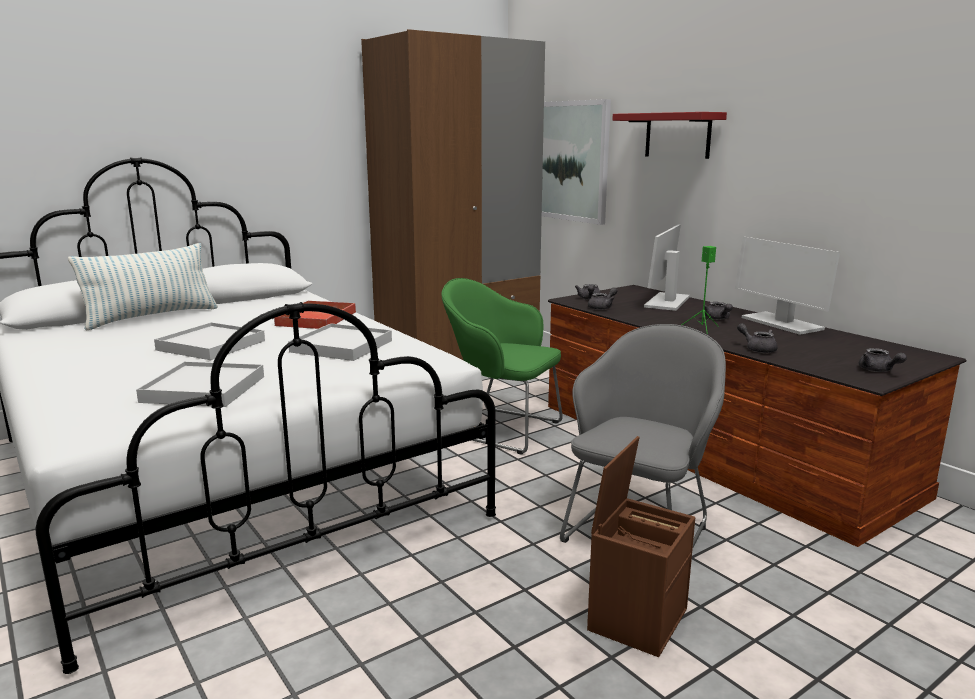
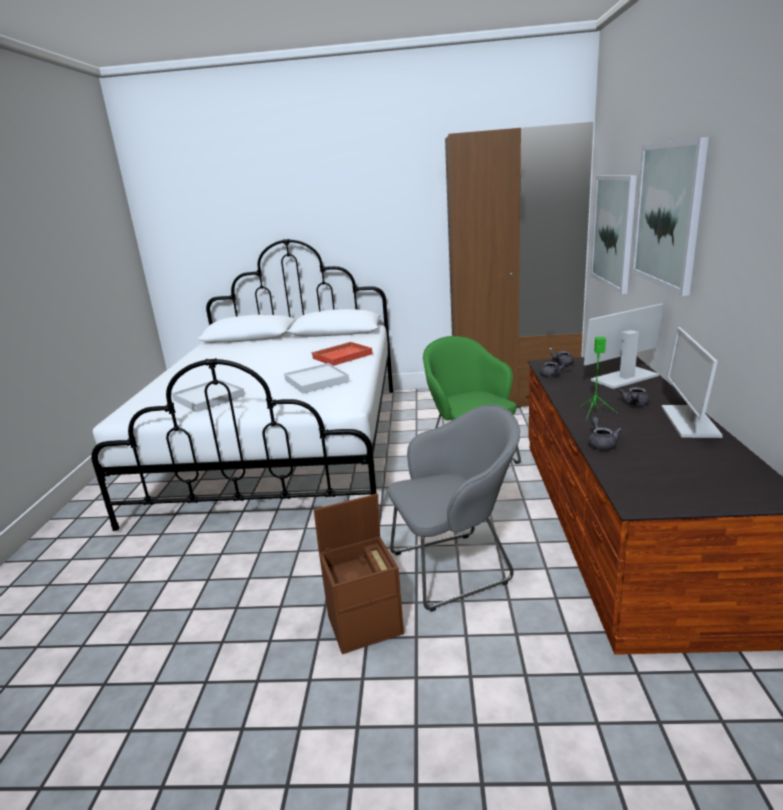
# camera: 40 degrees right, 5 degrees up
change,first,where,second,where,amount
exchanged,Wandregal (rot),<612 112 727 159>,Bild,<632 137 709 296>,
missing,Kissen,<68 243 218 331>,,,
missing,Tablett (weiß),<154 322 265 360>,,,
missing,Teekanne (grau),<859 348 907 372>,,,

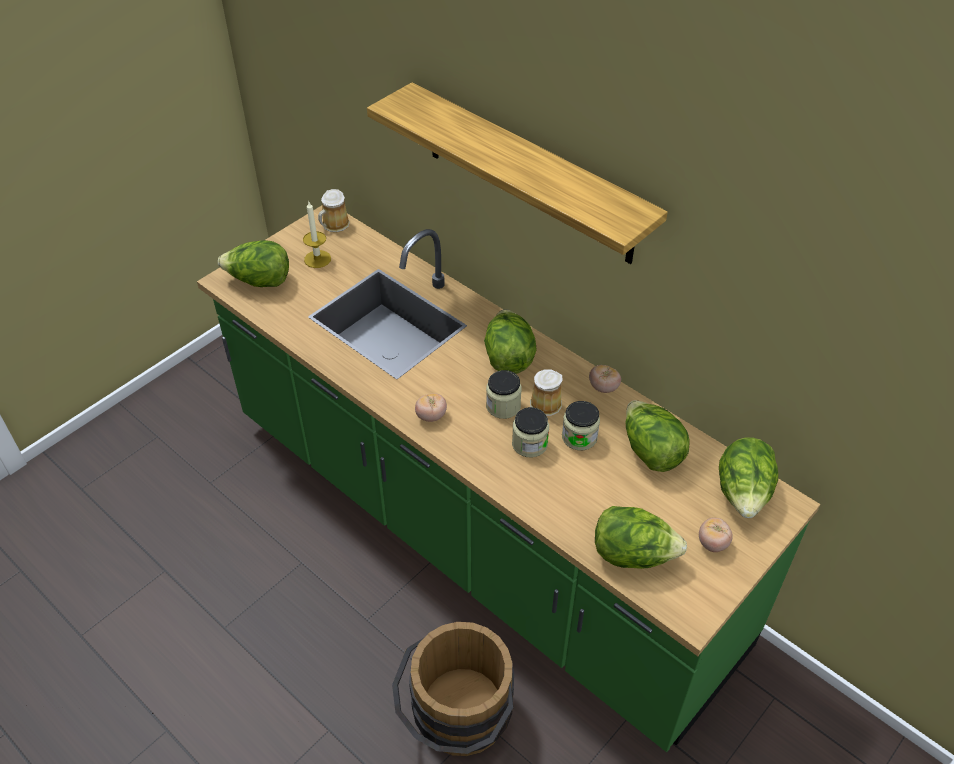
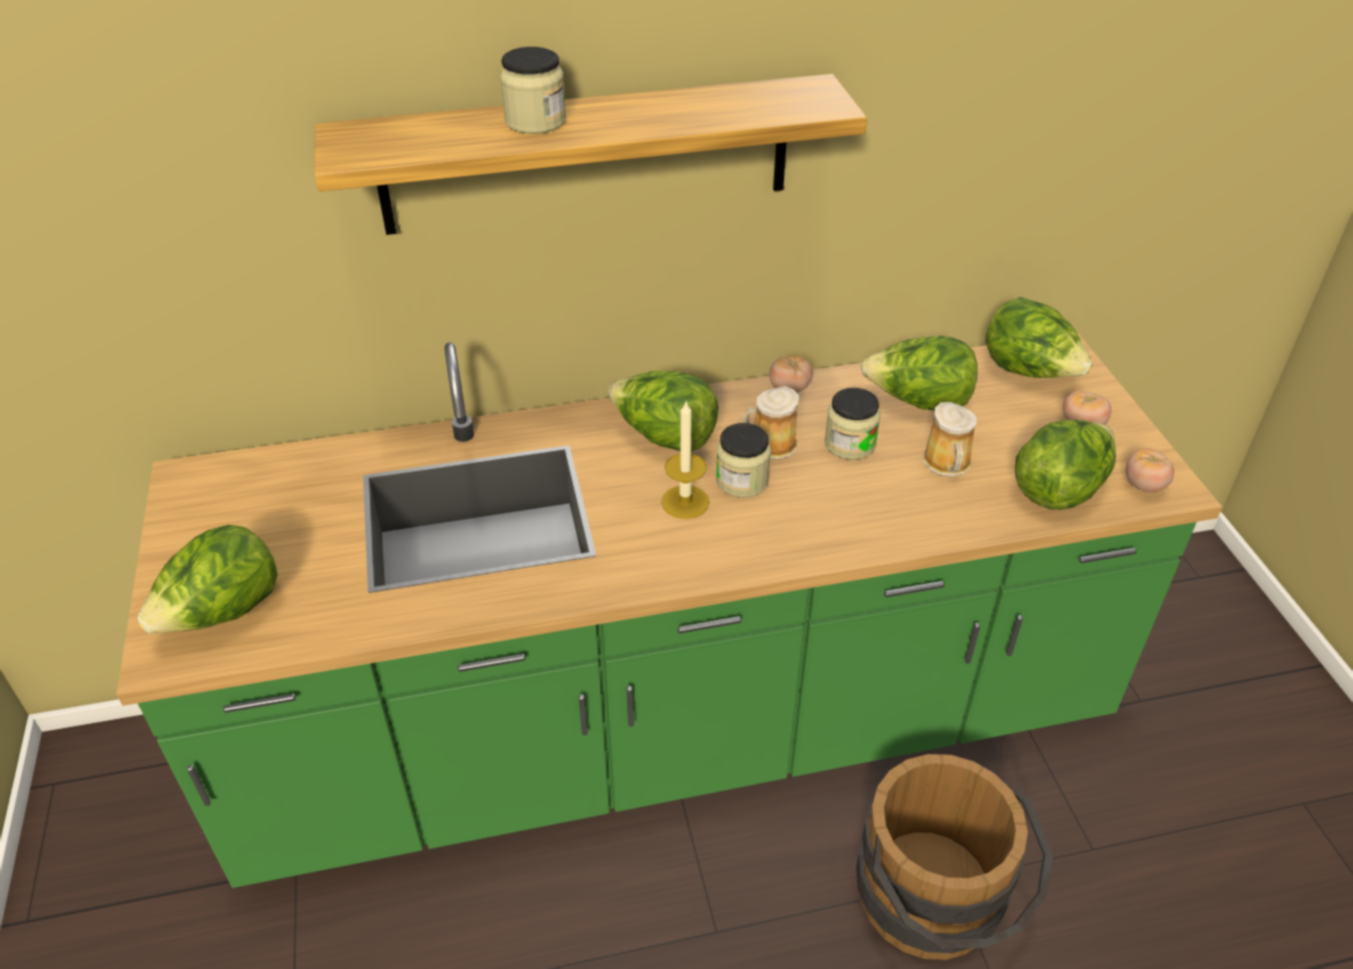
# camera: 55 degrees left, 5 degrees down
change,first,where,second,where,amount
relocated,Henkelbecher,<318 189 350 232>,,<923 402 977 477>,
relocated,Kerze,<303 202 331 268>,,<661 402 709 519>,
relocated,Tomate,<415 393 447 422>,,<1126 448 1174 493>,
relocated,Vorratsglas,<512 407 549 457>,,<500 47 566 134>,

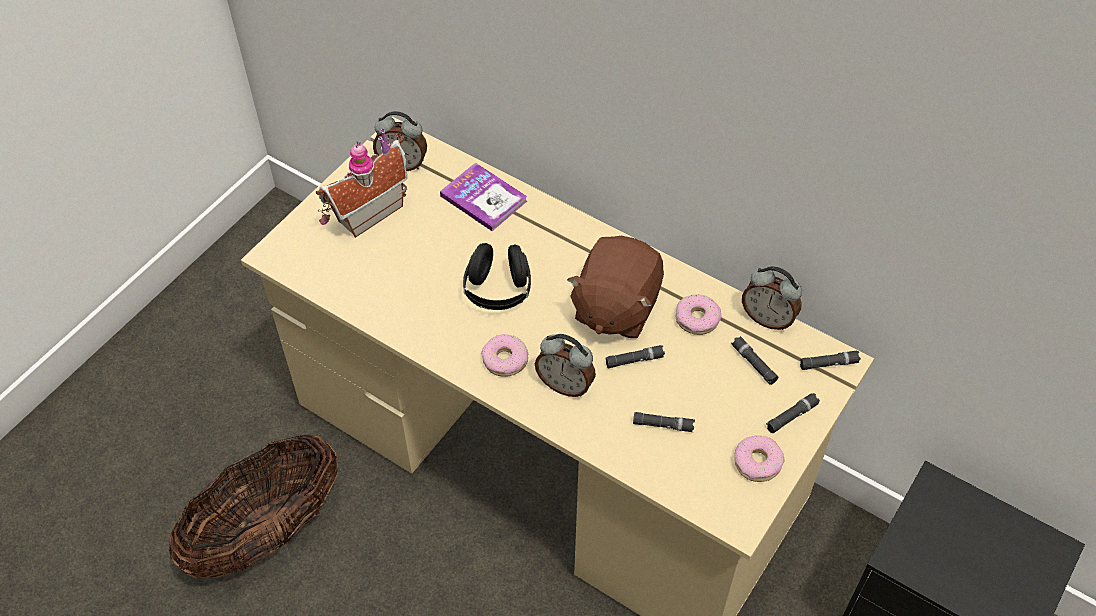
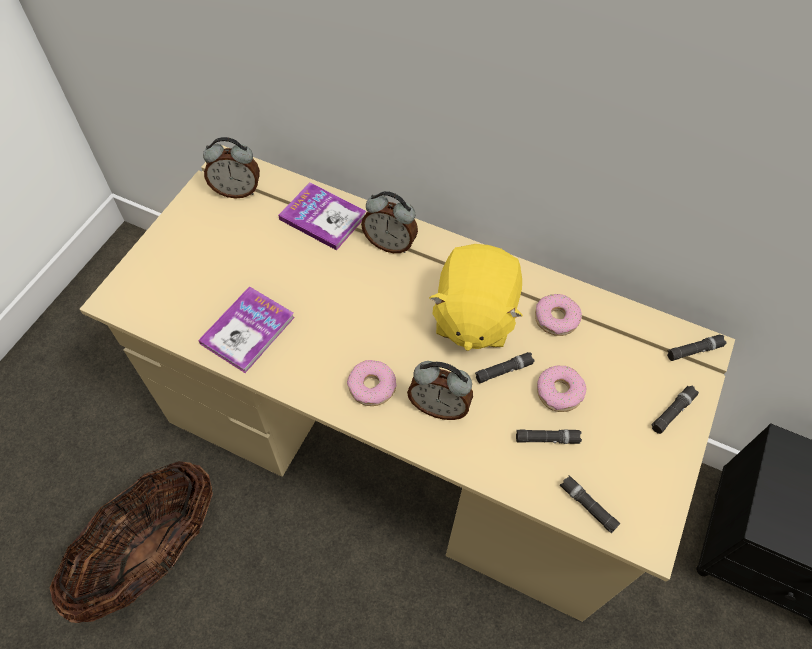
# camera: 10 degrees left, 5 degrees up
change,first,where,second,where,amount
missing,Spielzeughaus,<316 128 407 238>,,,
colour,Plüschtier (braun),<567 236 664 338>,Plüschtier (gelb),<429 244 523 351>,
missing,Kopfhörer (schwarz),<463 243 531 310>,,,
relocated,Wecker,<742 266 802 330>,,<361 191 418 253>,
relocated,Taschenlampe (schwarz),<731 336 779 385>,,<560 475 621 533>,
relocated,Donut,<735 435 785 482>,,<537 365 586 412>,
appeared,,,Buch,<198 286 295 373>,

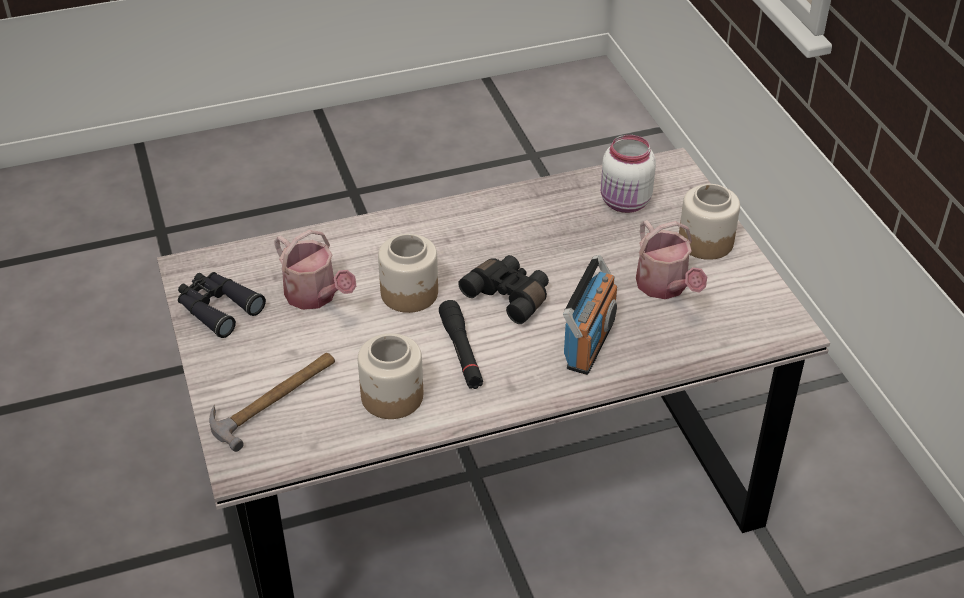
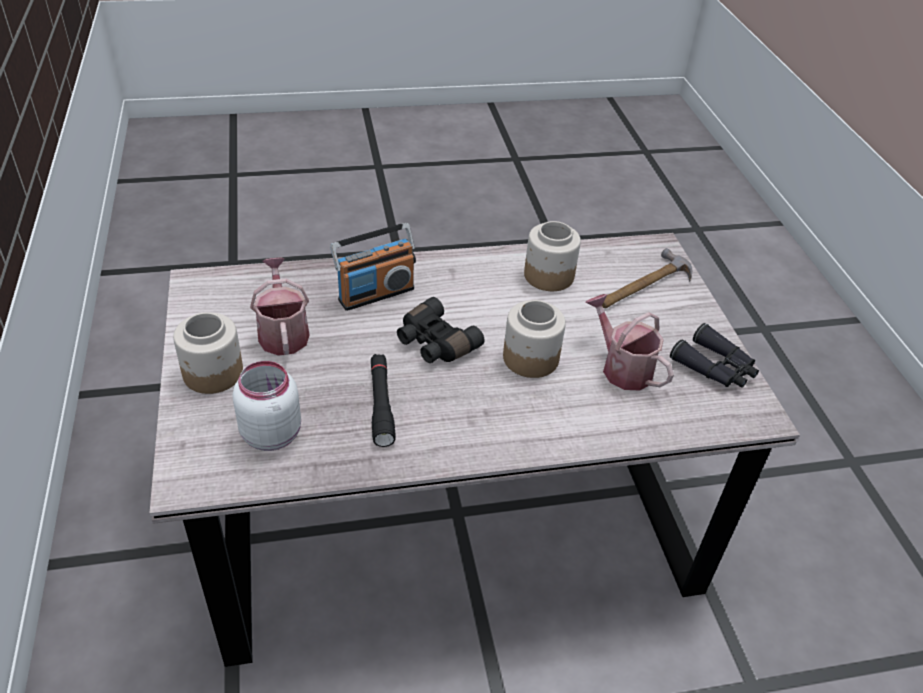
# camera: 175 degrees left, 0 degrees up
change,first,where,second,where,amount
spun,Radio,<563 255 617 375>,,<330 223 416 311>,150 degrees counterclockwise
relocated,Taschenlampe (schwarz),<439 300 483 389>,,<371 354 396 447>,

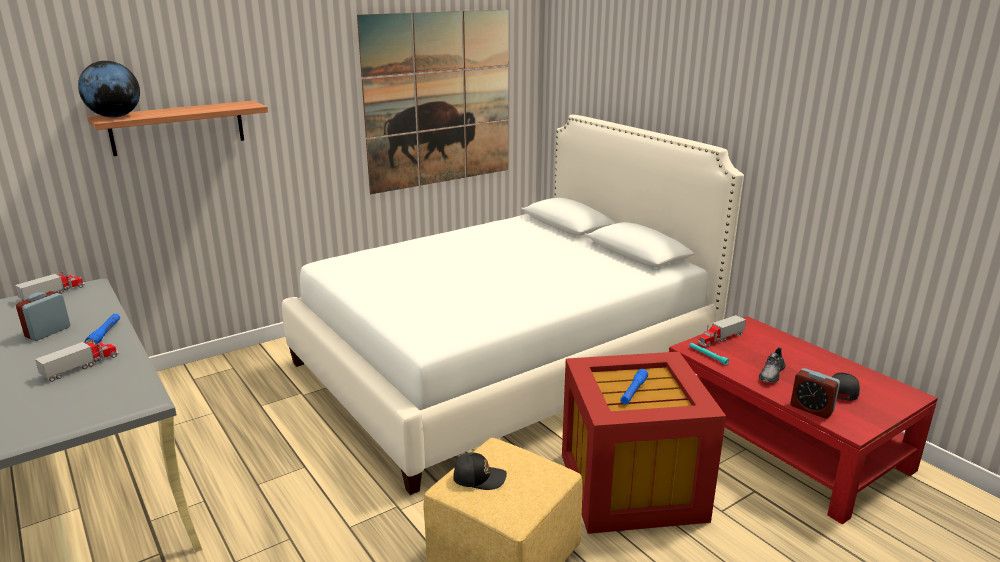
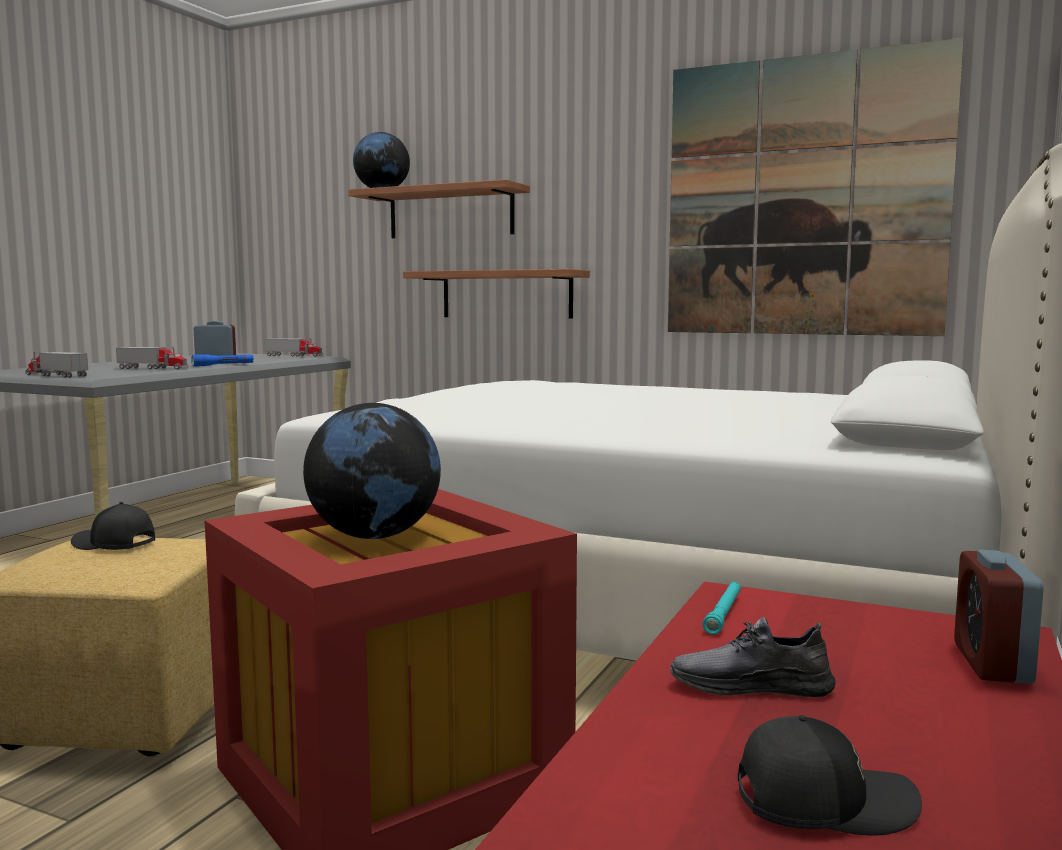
# camera: 60 degrees right, 15 degrees down
change,first,where,second,where,amount
relocated,Spielzeuglaster,<698 315 746 347>,,<25 351 88 378>,
relocated,Wecker,<791 368 840 418>,,<954 550 1044 684>,
exchanged,Taschenlampe (blau),<620 369 648 405>,Globus,<303 403 441 539>,
spun,Kappe (schwarz),<453 452 507 490>,,<71 502 155 550>,135 degrees clockwise
appeared,,,Wandregal,<403 269 590 318>,

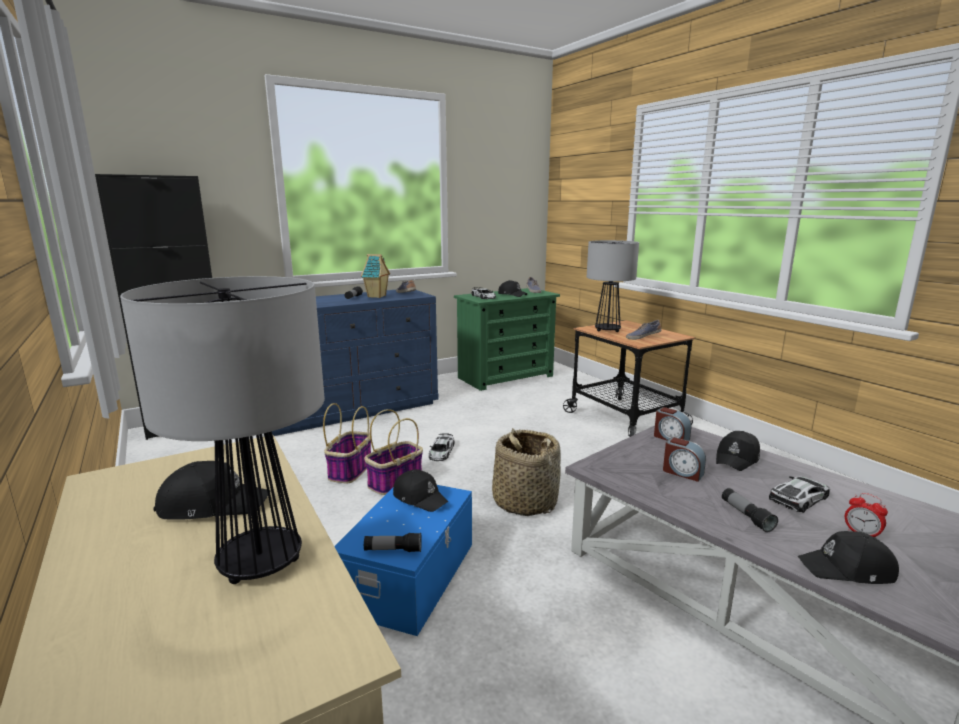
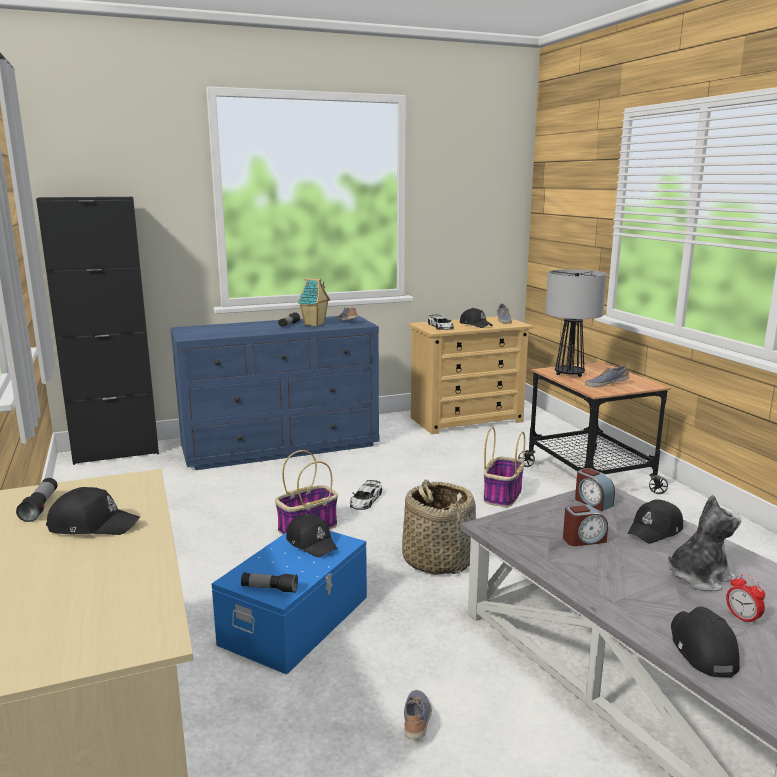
# camera: 10 degrees right, 0 degrees up
change,first,where,second,where,amount
missing,Tischlampe,<120 276 325 584>,,,
colour,Kommode (grün),<454 288 560 391>,Kommode (beige),<408 316 533 434>,
relocated,Korb,<323 403 371 484>,,<484 427 525 507>,
spun,Wecker,<663 437 706 482>,,<563 504 608 546>,60 degrees counterclockwise
exchanged,Spielzeugauto,<769 476 830 513>,Plüschtier,<668 495 741 591>,
relocated,Taschenlampe,<722 488 778 533>,,<16 478 58 522>,
spun,Kappe (schwarz),<798 531 899 584>,,<671 606 740 678>,75 degrees clockwise
appeared,,,Schuh,<404 690 432 739>,

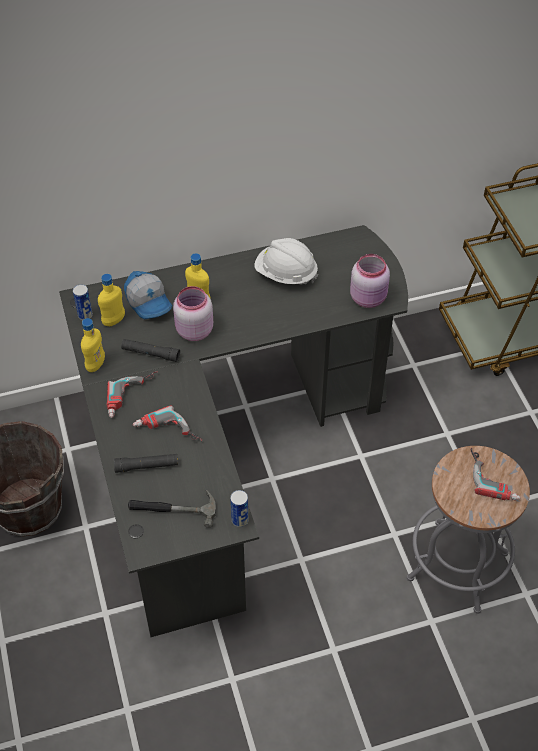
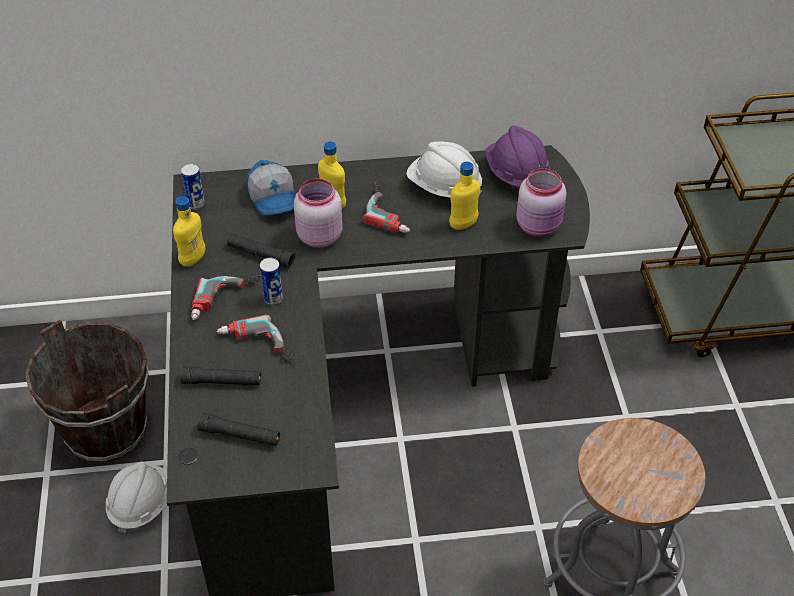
# camera: 10 degrees right, 5 degrees down
change,first,where,second,where,amount
relocated,Flasche (gelb),<98 274 125 326>,,<449 162 480 230>,
relocated,Bohrmaschine,<471 448 521 501>,,<363 181 410 233>,
exchanged,Hammer,<128 490 216 528>,Taschenlampe (schwarz),<197 413 280 446>,
relocated,Dose,<230 490 248 527>,,<260 258 283 305>,
appeared,,,Schutzhelm (lila),<486 126 550 191>,
appeared,,,Schutzhelm (weiß),<106 462 167 535>,

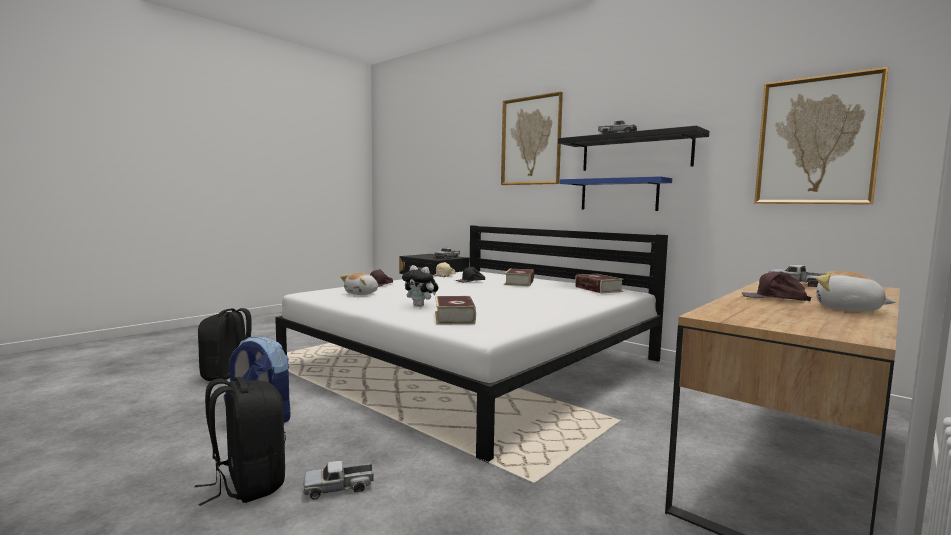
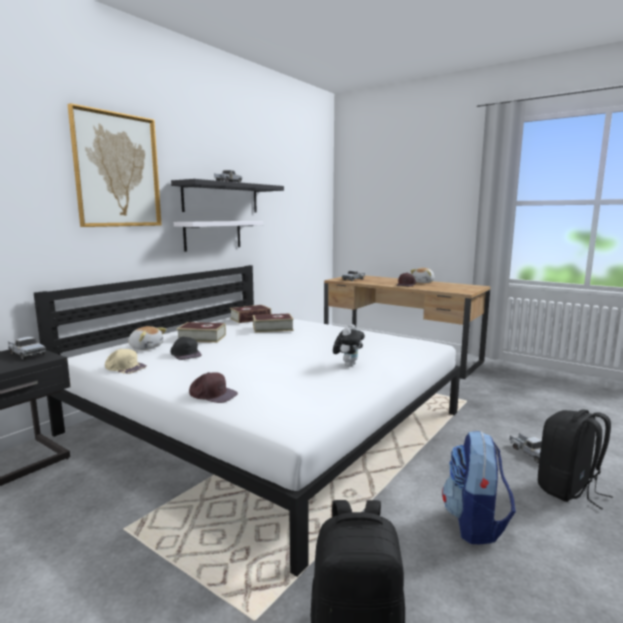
# camera: 95 degrees left, 5 degrees up
change,first,where,second,where,amount
missing,Bild,<754 67 889 204>,,,
colour,Wandregal (blau),<560 176 672 211>,Wandregal (weiß),<174 221 264 252>,
relocated,Plüschtier,<340 273 378 295>,,<128 326 166 350>,
relocated,Buch,<435 296 476 324>,,<253 313 294 333>,

